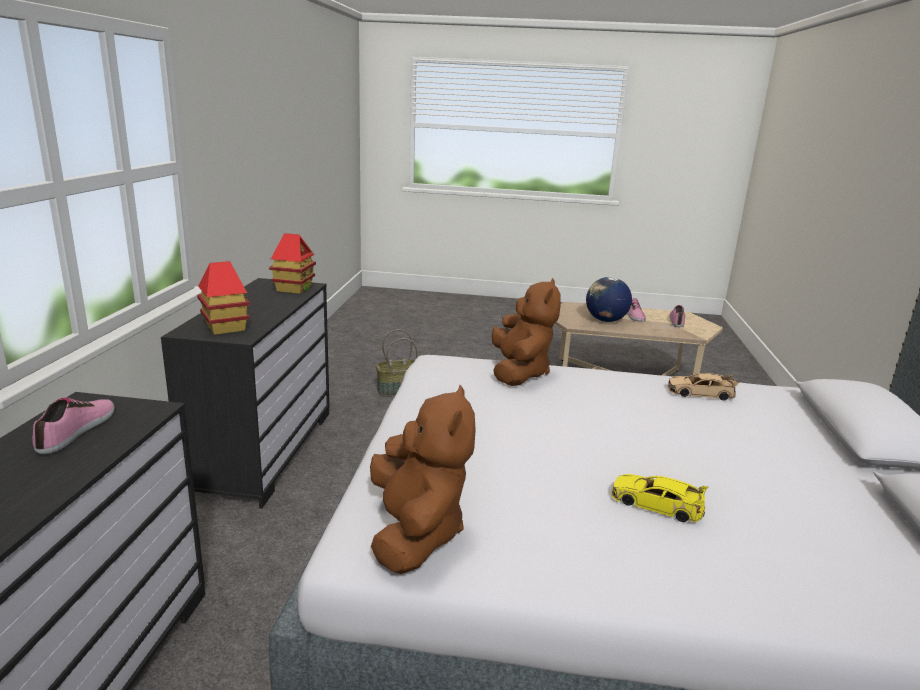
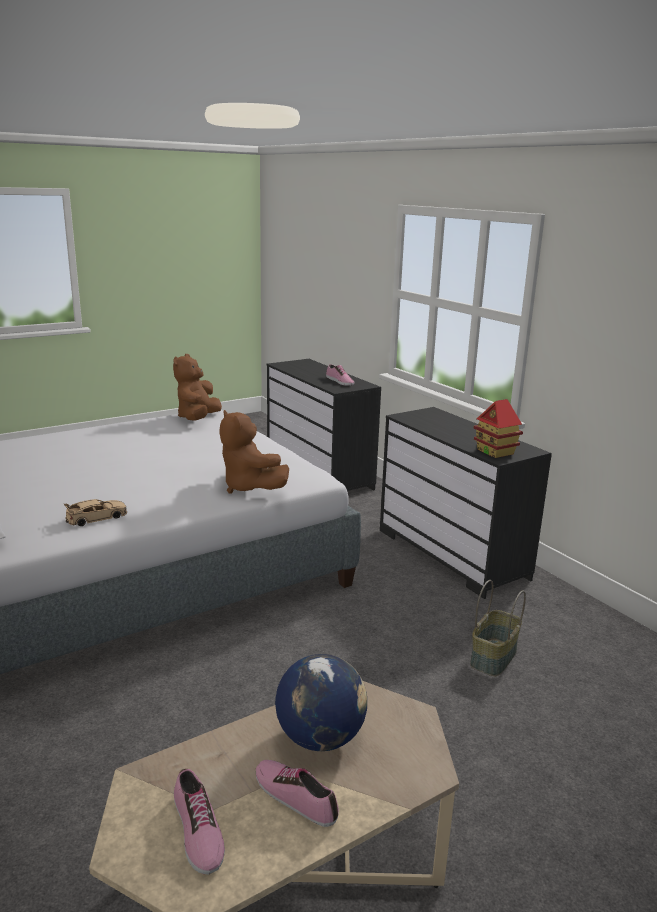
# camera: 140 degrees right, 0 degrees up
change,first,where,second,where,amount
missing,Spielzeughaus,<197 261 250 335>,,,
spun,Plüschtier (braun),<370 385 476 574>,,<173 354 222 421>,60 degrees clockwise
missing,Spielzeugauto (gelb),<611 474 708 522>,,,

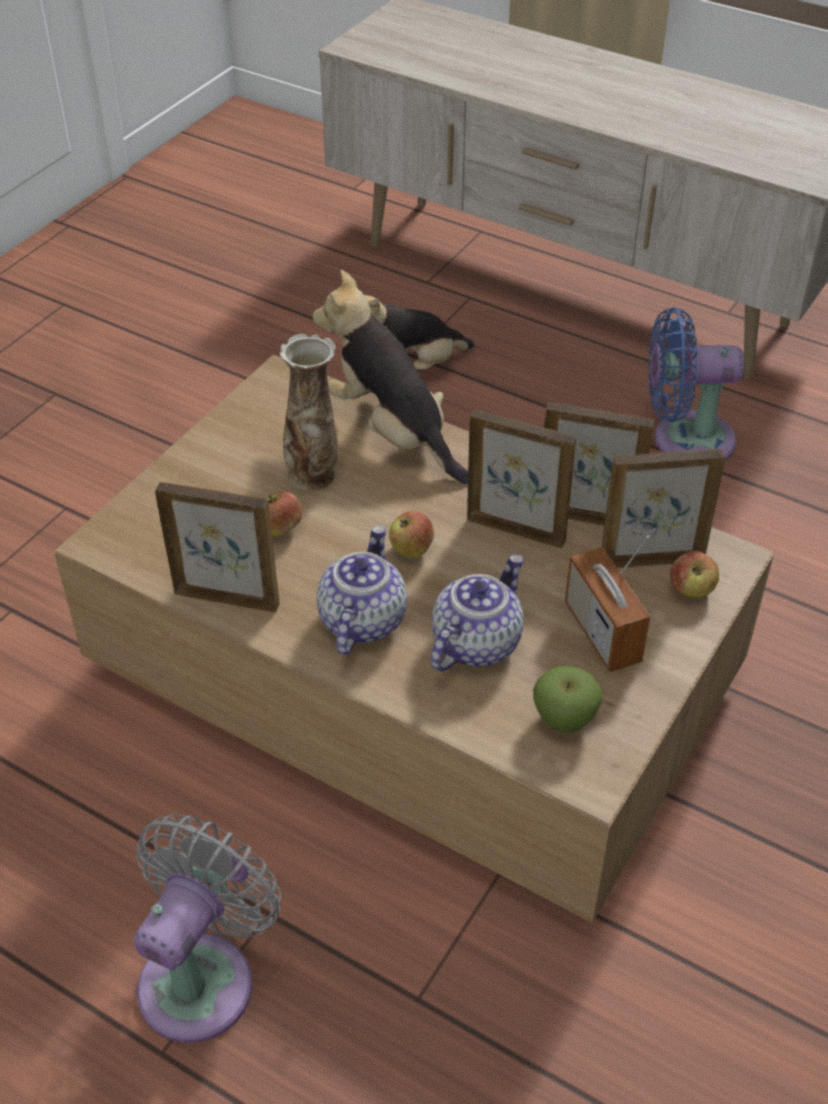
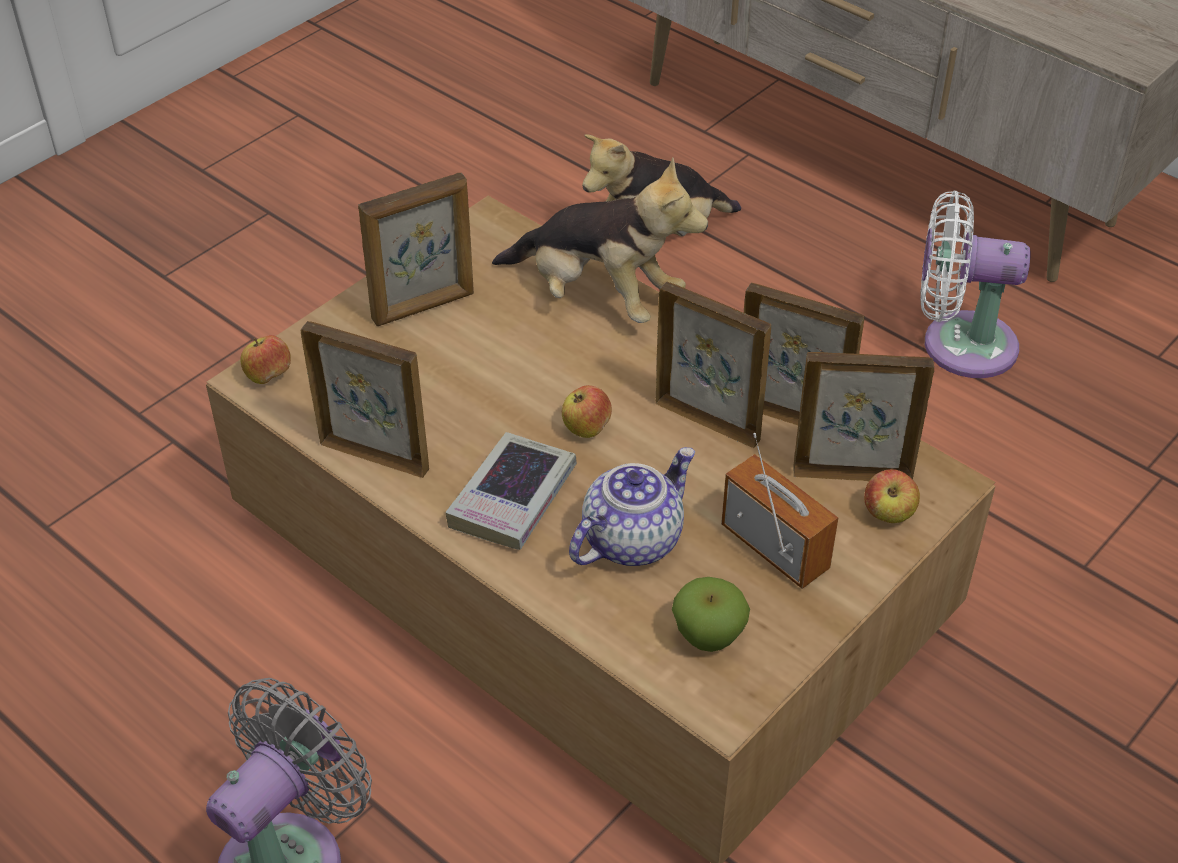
# camera: 10 degrees right, 0 degrees up
change,first,where,second,where,amount
spun,Plüschtier,<313 270 468 484>,,<492 157 708 323>,150 degrees clockwise
colour,Ventilator (blau),<649 308 744 461>,Ventilator (weiß),<921 191 1031 378>,
missing,Vase,<280 334 338 491>,,,
relocated,Apfel,<266 491 302 536>,,<240 335 291 384>,
exchanged,Teekanne,<317 525 407 655>,Buch,<445 432 577 550>,
spun,Radio,<565 535 650 672>,,<721 433 838 589>,150 degrees clockwise
appeared,,,Bilderrahmen,<358 173 474 326>,

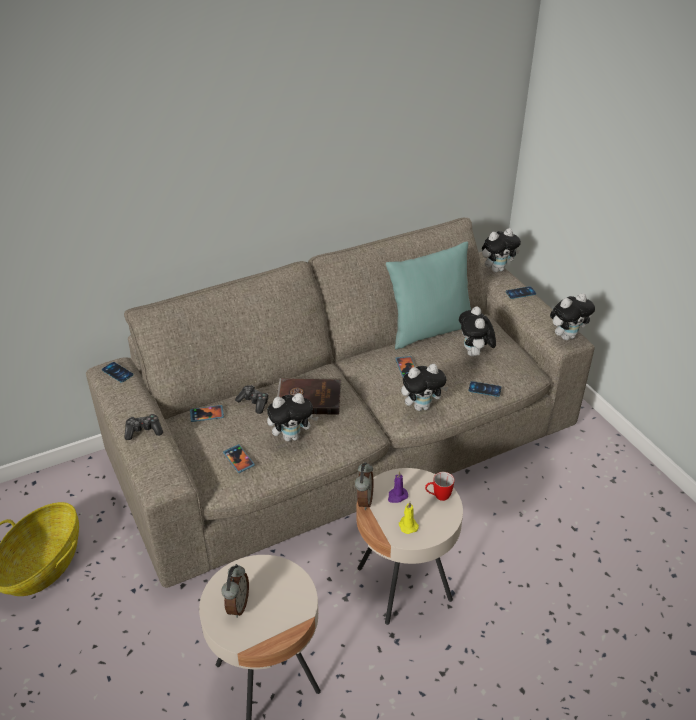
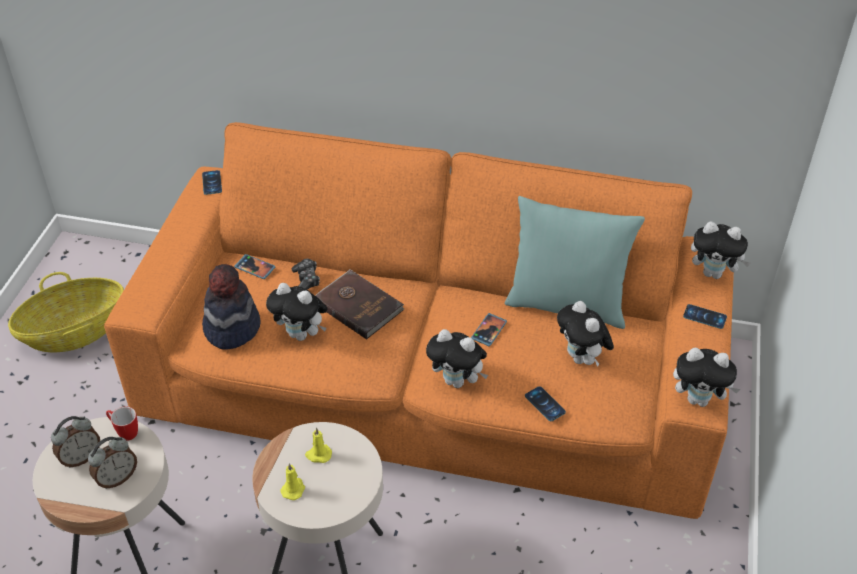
# camera: 40 degrees right, 5 degrees up
change,first,where,second,where,amount
colour,Sofa (beige),<86 218 595 588>,Sofa (orange),<104 122 734 519>,
spun,Plüschtier,<459 306 496 356>,,<557 301 614 367>,60 degrees counterclockwise
missing,Gamepad,<124 414 163 440>,,,
exchanged,Handy,<223 444 255 473>,Hut,<202 264 261 350>,
relocated,Wecker,<355 462 373 510>,,<88 437 137 489>,
colour,Kerze (lila),<388 471 408 503>,Kerze (gelb),<305 428 332 463>,
relocated,Henkelbecher,<425 472 455 501>,,<106 407 138 441>,

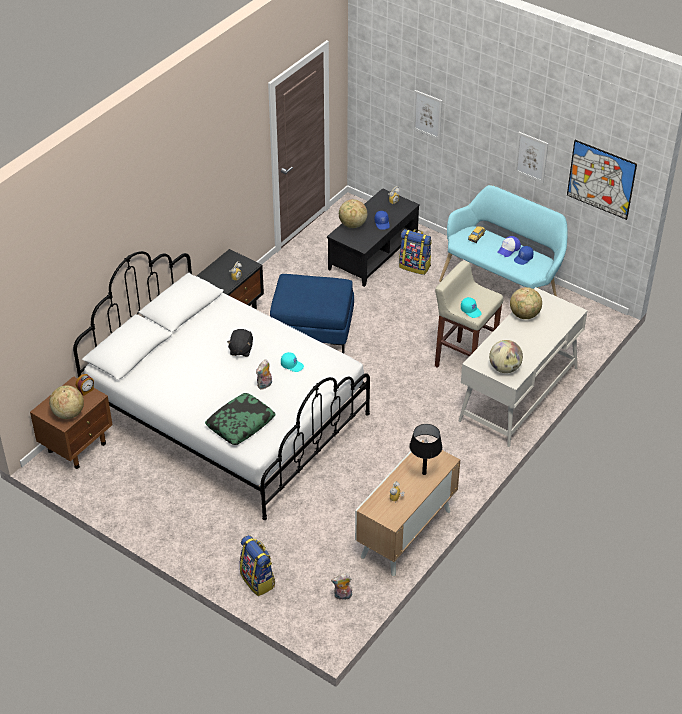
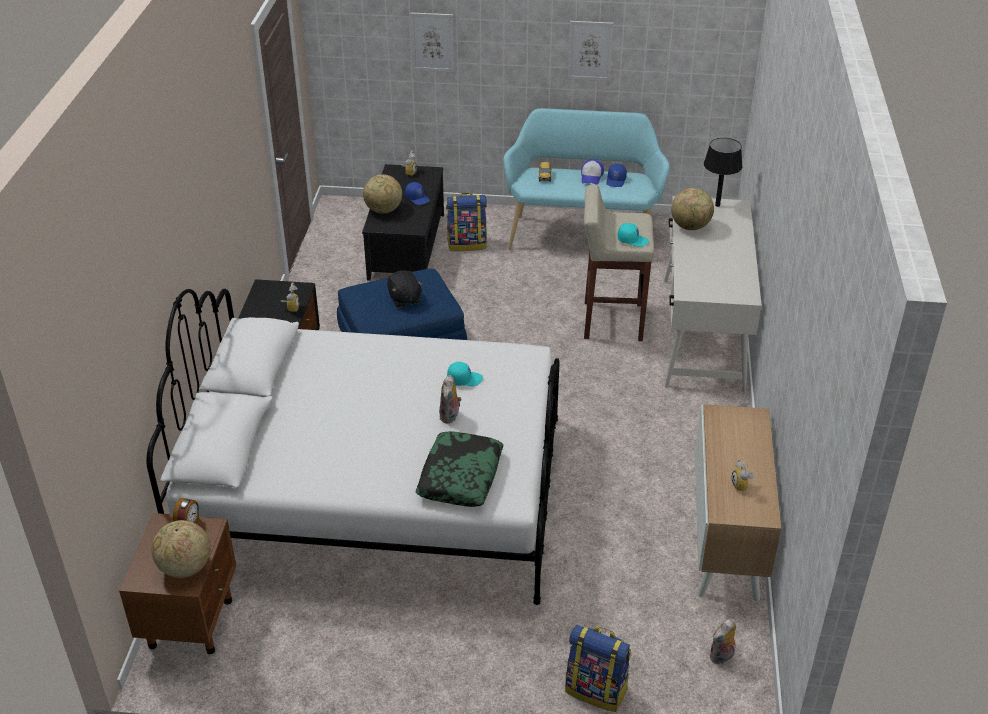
# camera: 30 degrees left, 5 degrees down
change,first,where,second,where,amount
missing,Bild,<567 140 637 220>,,,
relocated,Plüschtier (schwarz),<227 329 253 357>,,<387 270 423 308>,
missing,Globus,<489 340 523 373>,,,
relocated,Tischlampe (schwarz),<409 424 442 475>,,<704 138 742 207>,

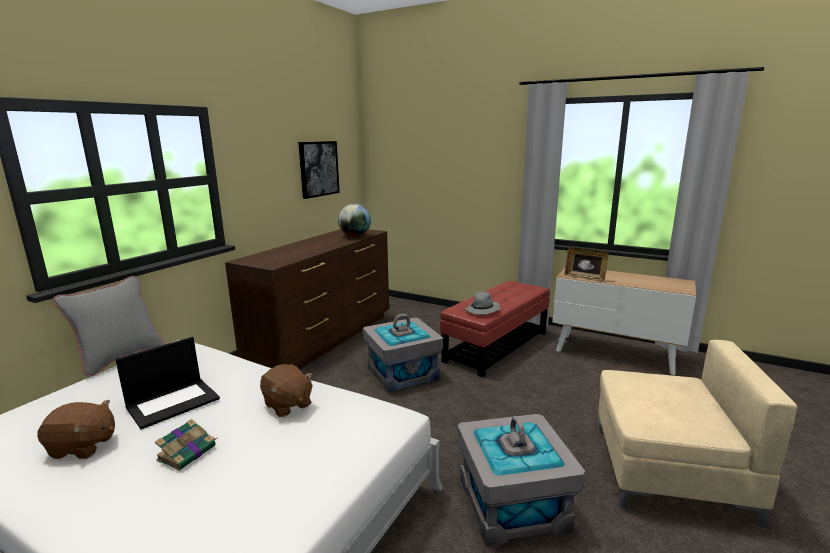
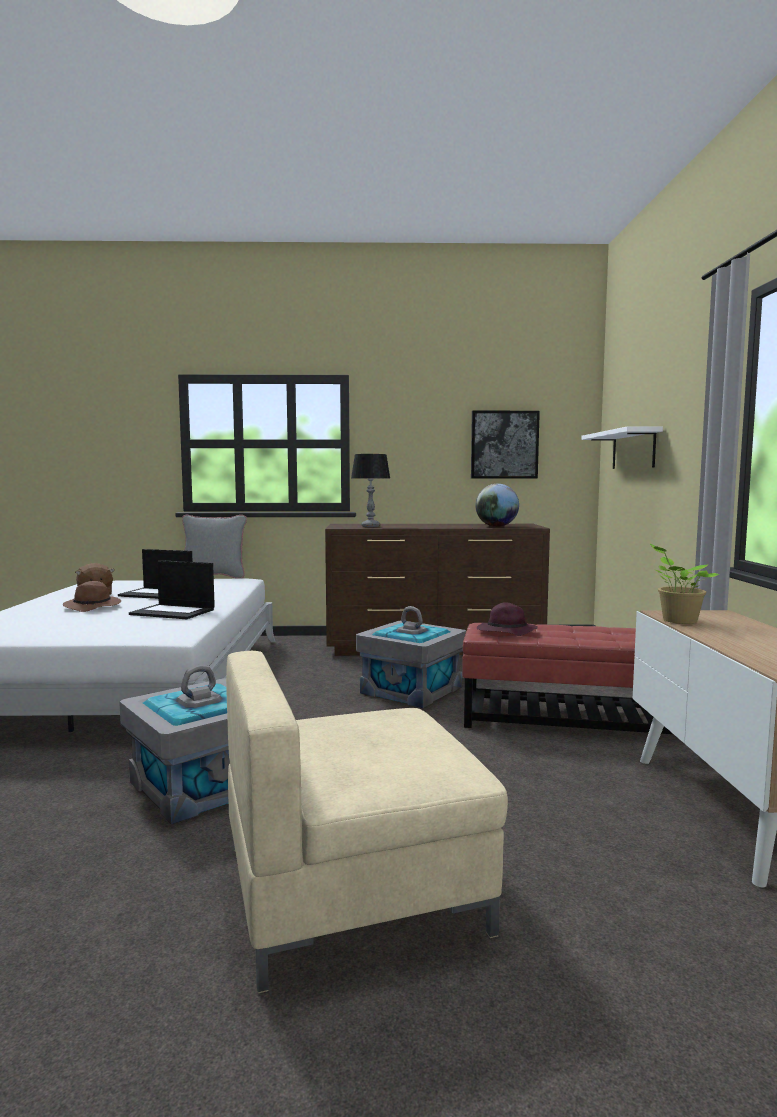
# camera: 60 degrees right, 10 degrees down
change,first,where,second,where,amount
exchanged,Bilderrahmen,<565 247 609 282>,Topfpflanze,<650 544 719 624>,
colour,Hut (grau),<465 292 500 315>,Hut (lila),<477 602 538 636>,
spun,Sessel (beige),<598 340 797 529>,,<226 651 508 993>,90 degrees clockwise
exchanged,Plüschtier (braun),<260 364 313 417>,Laptop,<129 560 215 619>,
exchanged,Buch,<155 419 217 471>,Hut (braun),<63 581 121 612>,
appeared,,,Wandregal (weiß),<581 426 663 469>,
appeared,,,Tischlampe,<351 454 391 527>,

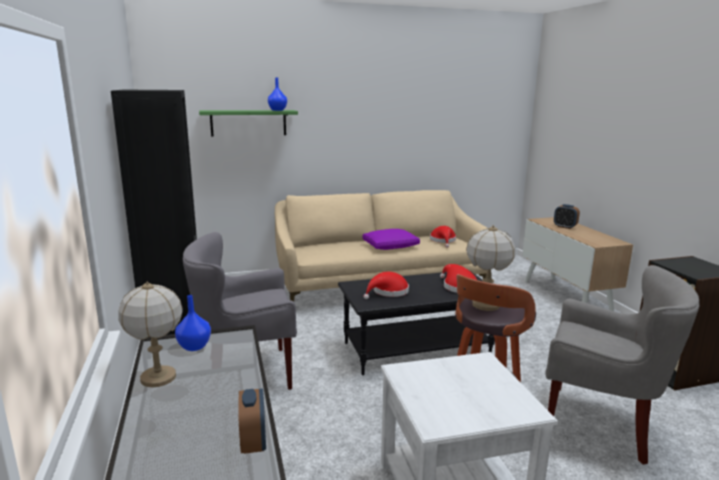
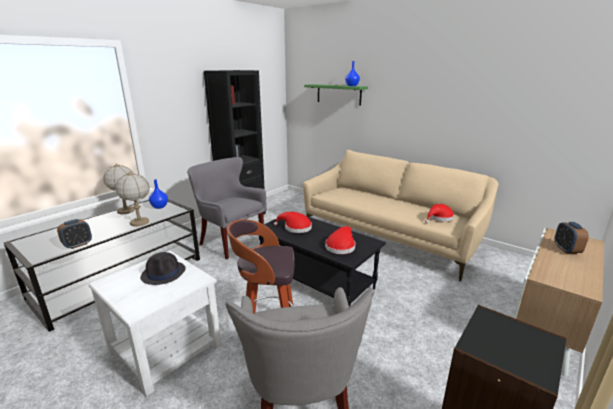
# camera: 55 degrees right, 5 degrees up
change,first,where,second,where,amount
relocated,Tischlampe,<466 225 516 311>,,<115 171 150 226>,
missing,Kissen (lila),<362 229 420 250>,,,
appeared,,,Hut (schwarz),<140 252 186 285>,

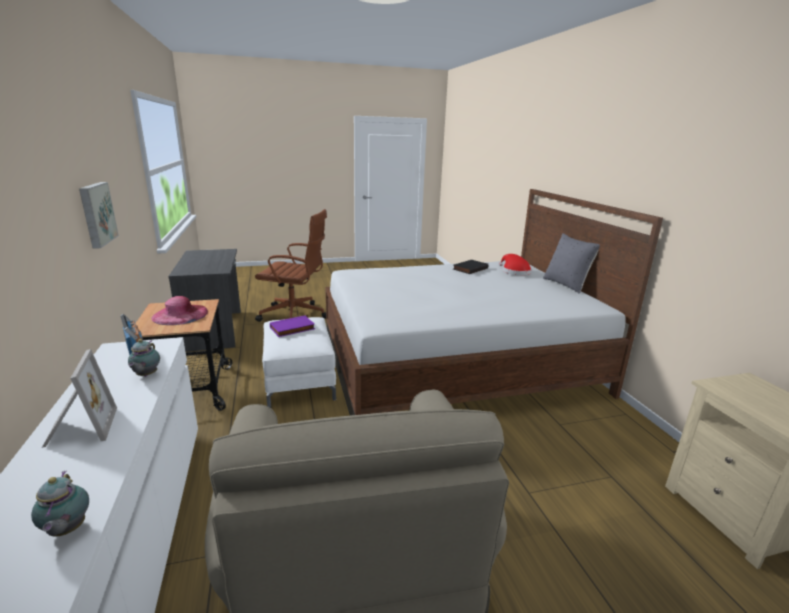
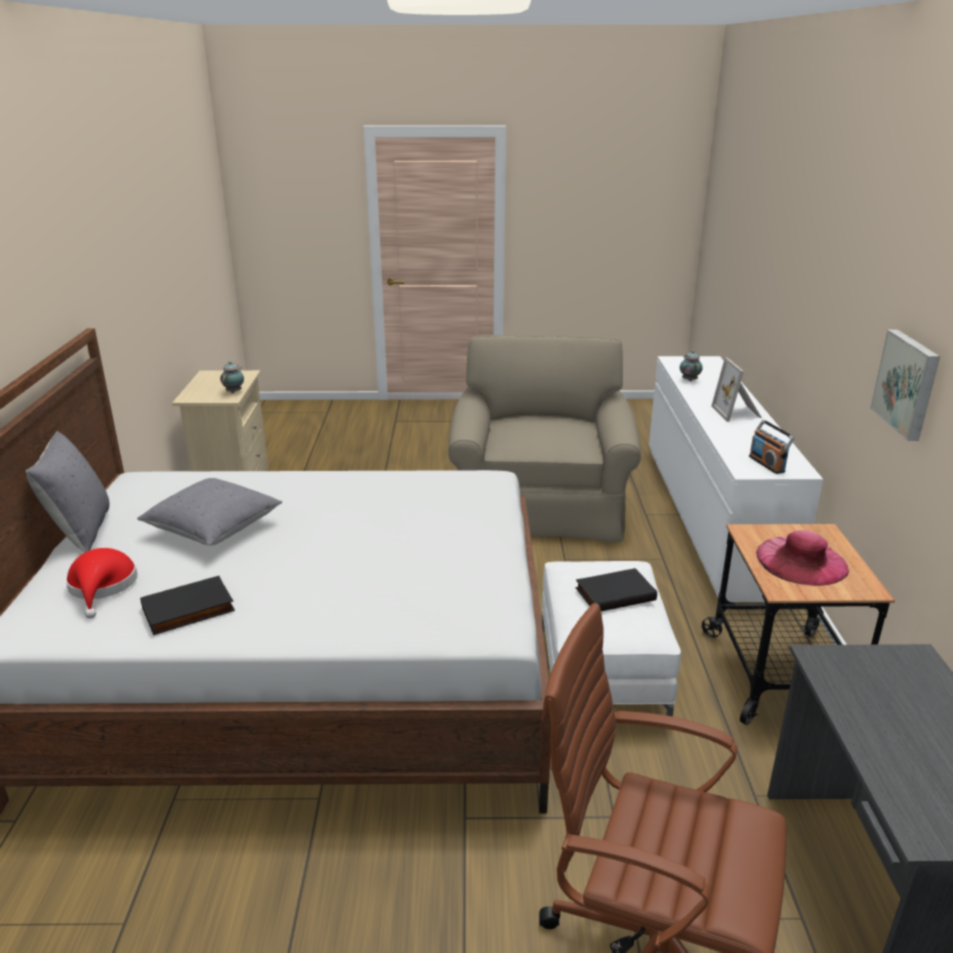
# camera: 165 degrees left, 5 degrees up
change,first,where,second,where,amount
colour,Buch (lila),<270 315 315 337>,Buch (schwarz),<575 568 657 611>,
relocated,Teekanne,<128 339 160 377>,,<220 361 244 393>,
appeared,,,Kissen (grau),<137 478 282 546>,

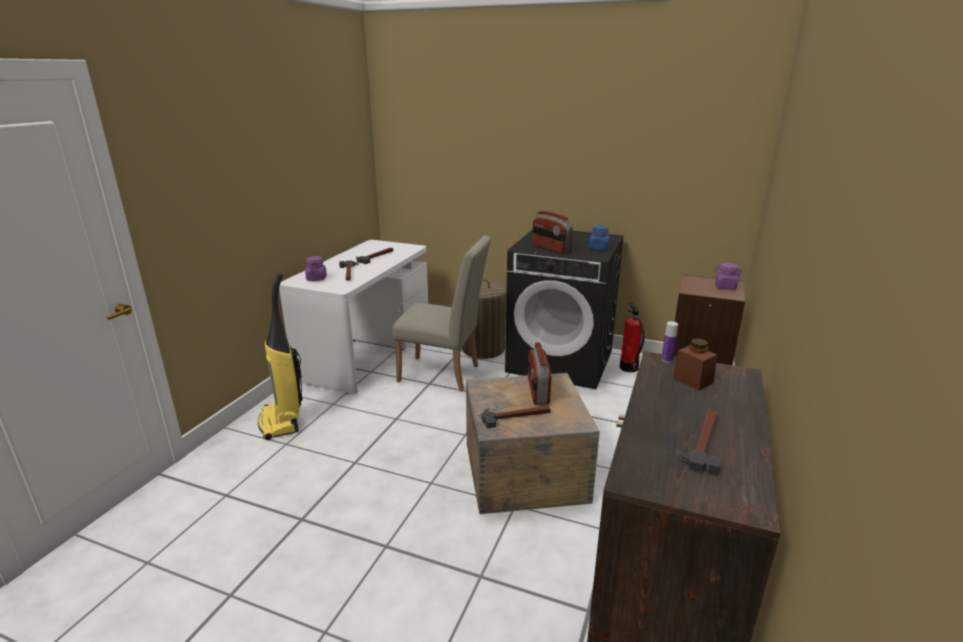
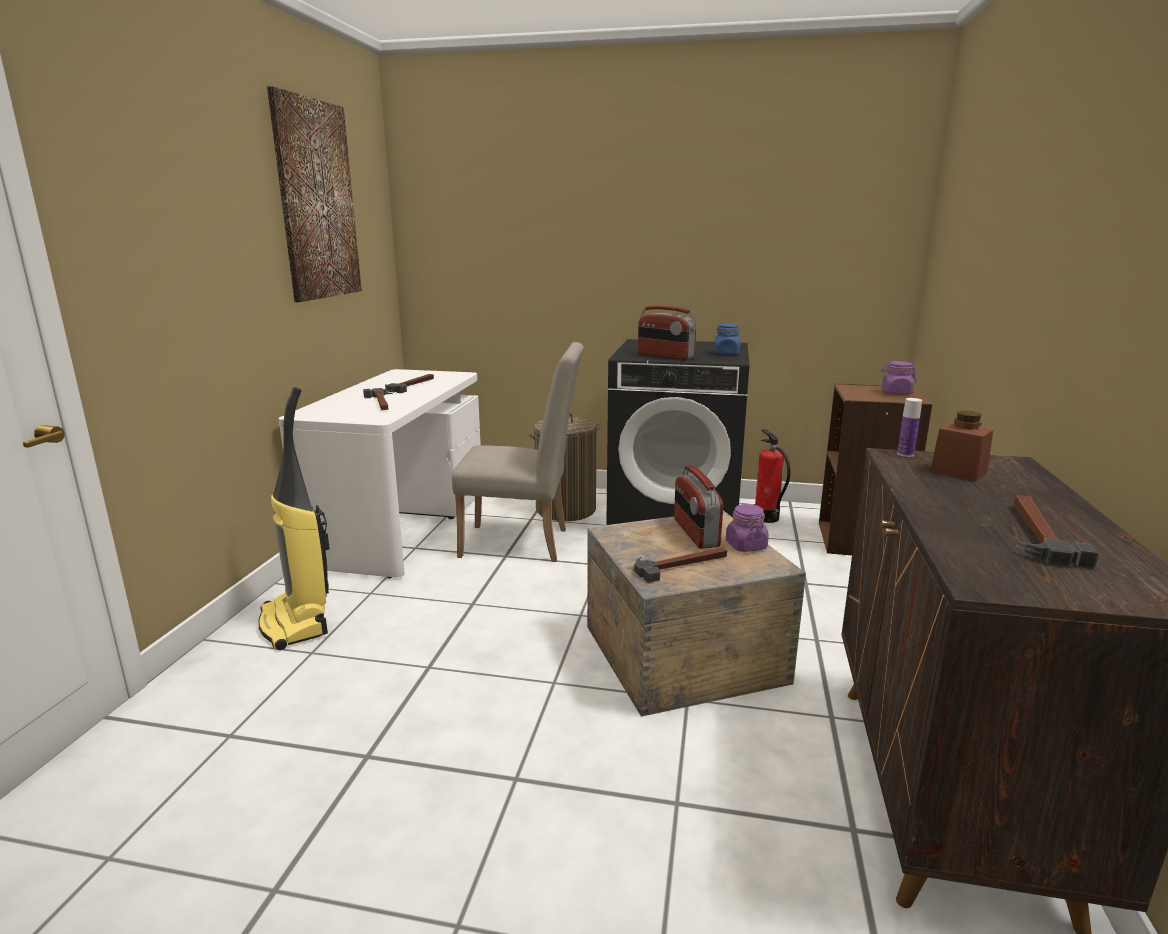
# camera: 10 degrees left, 5 degrees down
change,first,where,second,where,amount
relocated,Vorratsglas (lila),<305 256 327 281>,,<726 504 769 552>,
appeared,,,Bild,<267 86 362 302>,

